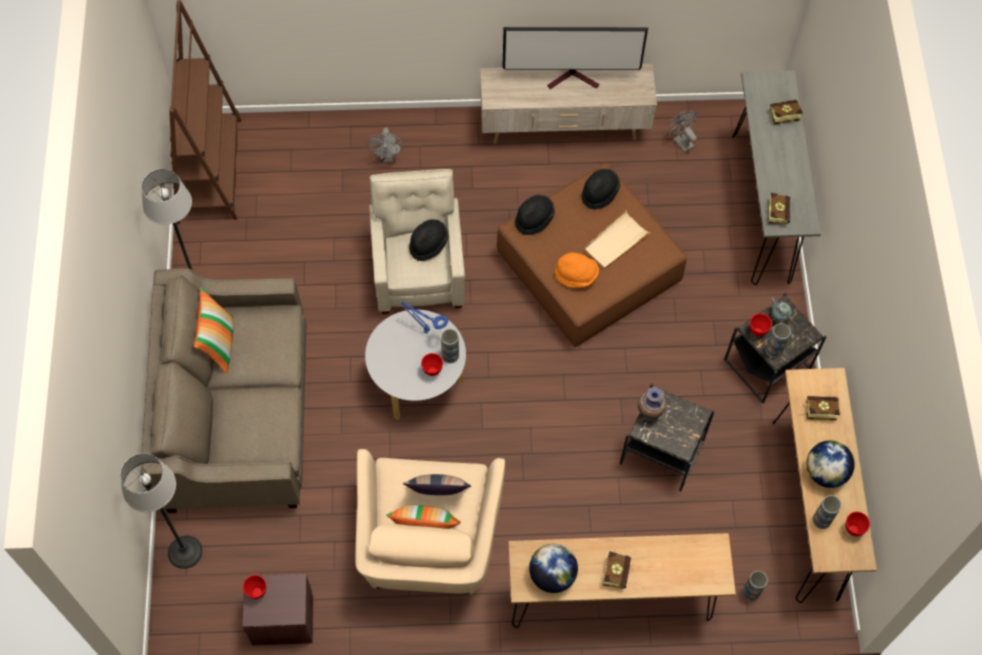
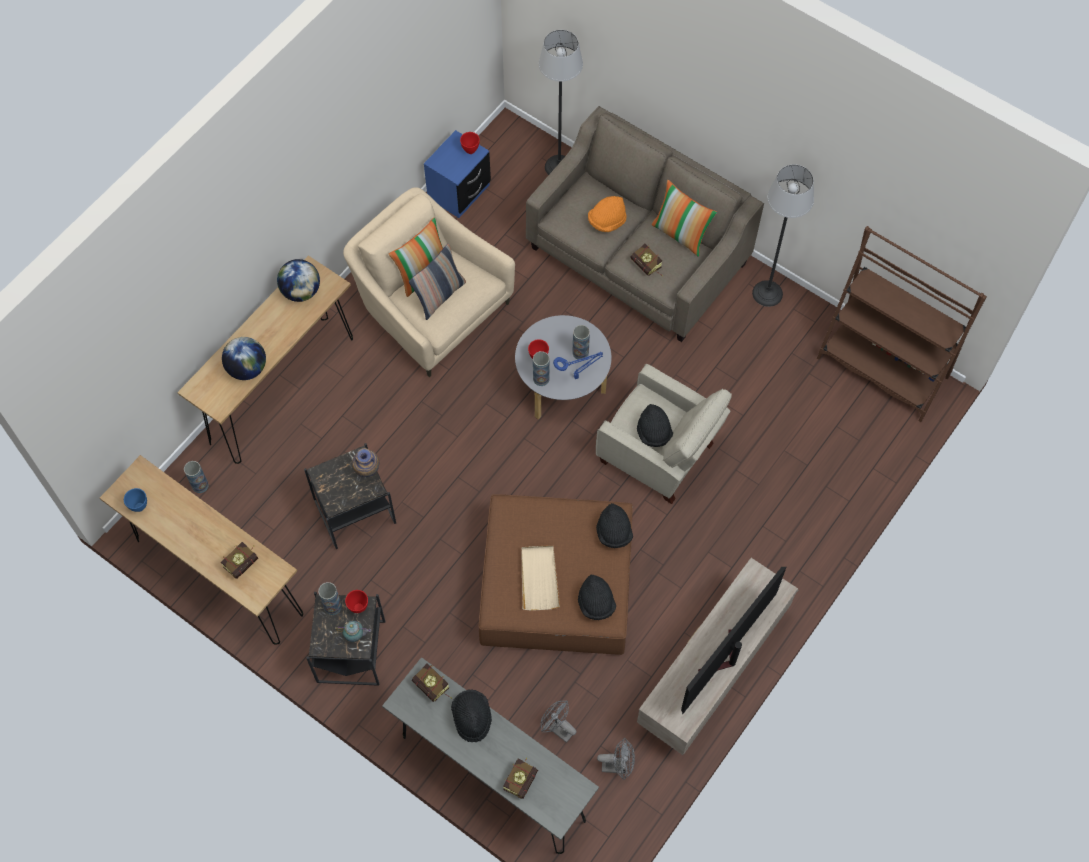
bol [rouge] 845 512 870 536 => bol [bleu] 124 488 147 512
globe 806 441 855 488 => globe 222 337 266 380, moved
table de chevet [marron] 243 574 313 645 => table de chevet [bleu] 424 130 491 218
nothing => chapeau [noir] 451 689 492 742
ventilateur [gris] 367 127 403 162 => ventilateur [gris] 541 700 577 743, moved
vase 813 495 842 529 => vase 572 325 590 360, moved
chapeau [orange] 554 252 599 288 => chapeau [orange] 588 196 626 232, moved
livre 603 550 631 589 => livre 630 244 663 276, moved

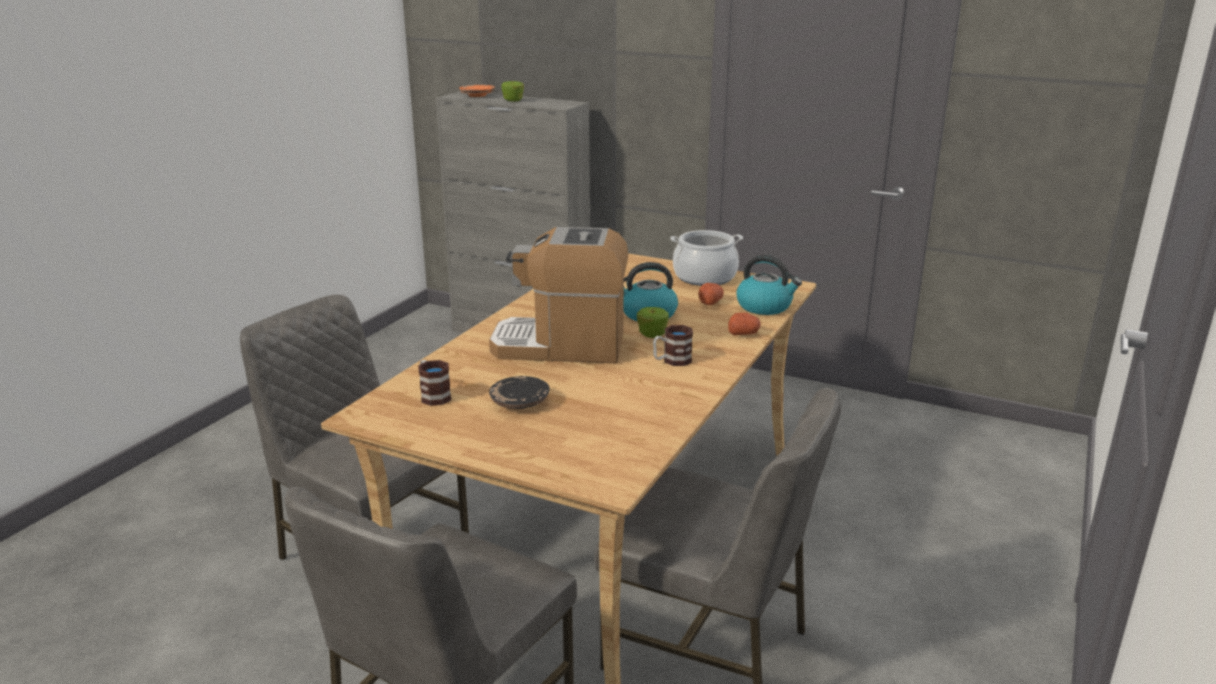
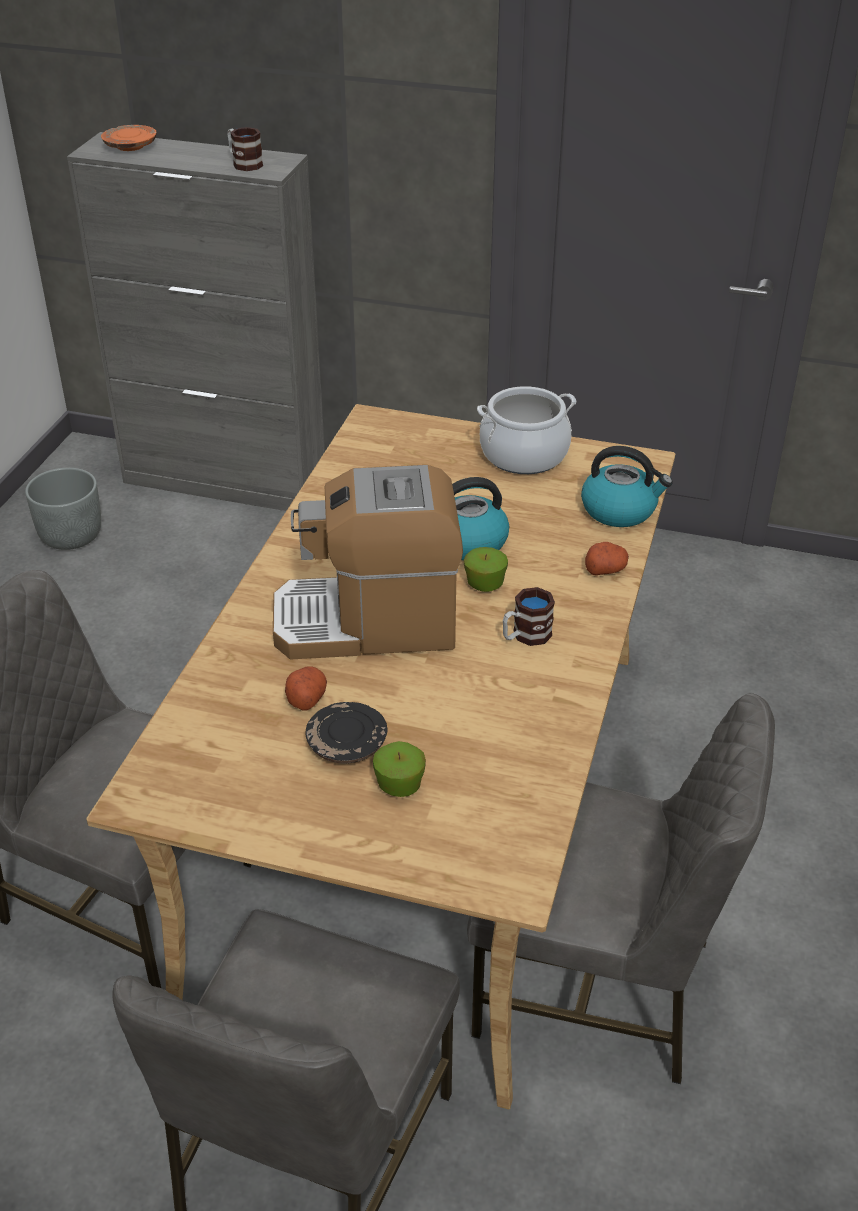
nothing => cache-pot [gris] 25 468 101 550
mug 418 360 451 406 => mug 228 127 263 171, moved
pomme de terre 698 283 724 305 => pomme de terre 285 666 327 711, moved
pomme 501 80 524 101 => pomme 373 741 426 797, moved

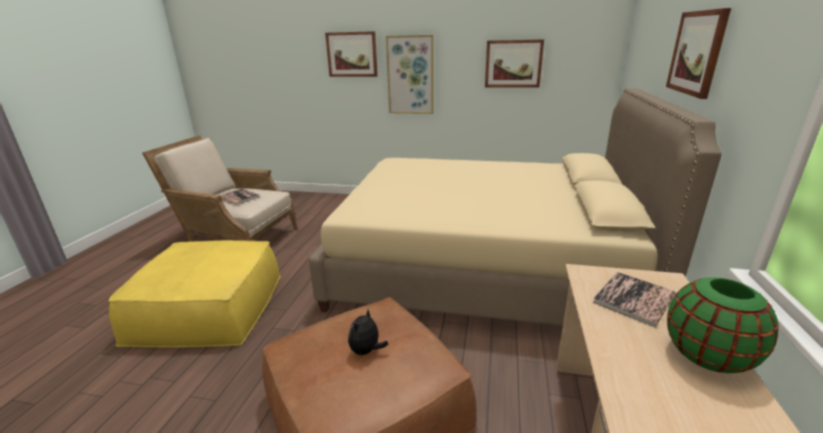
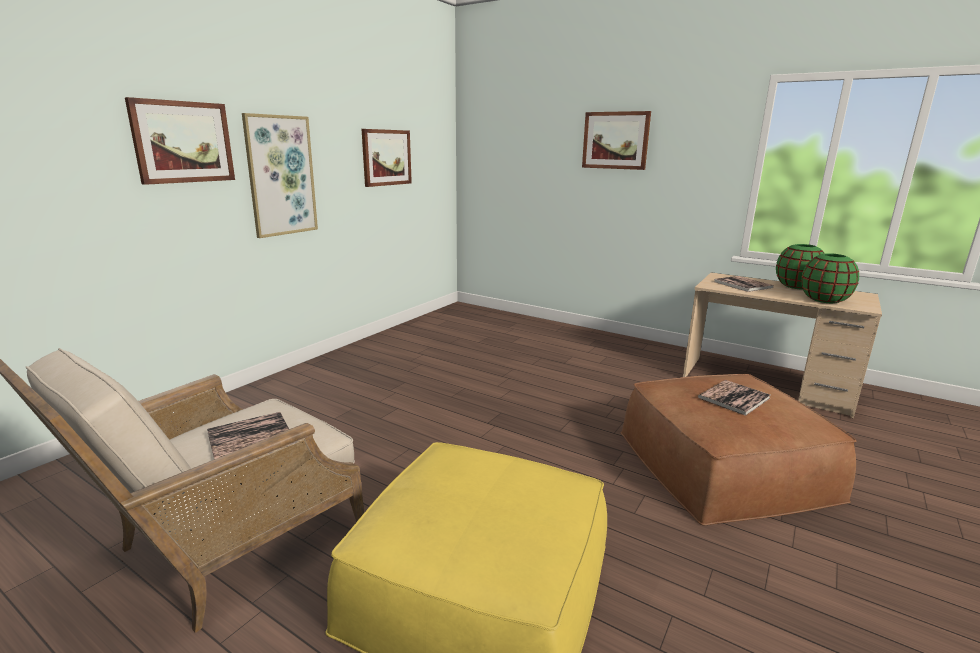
peluche 348 309 388 357 => livre 698 380 770 416
nothing => vase [vert] 801 253 859 303
lit [beige] 309 88 722 326 => nothing

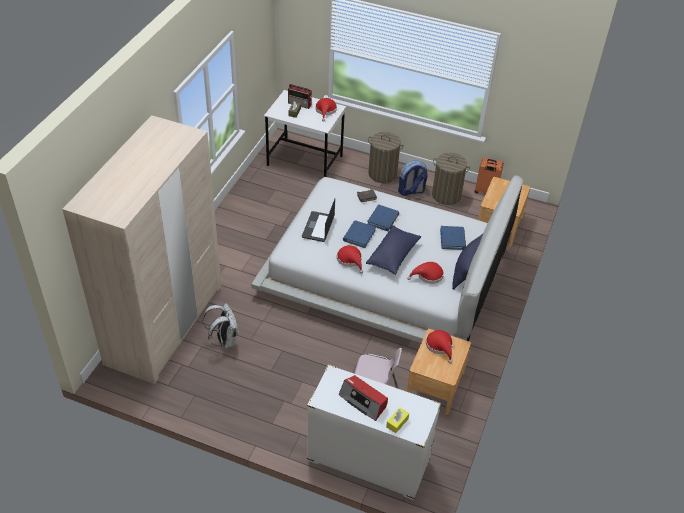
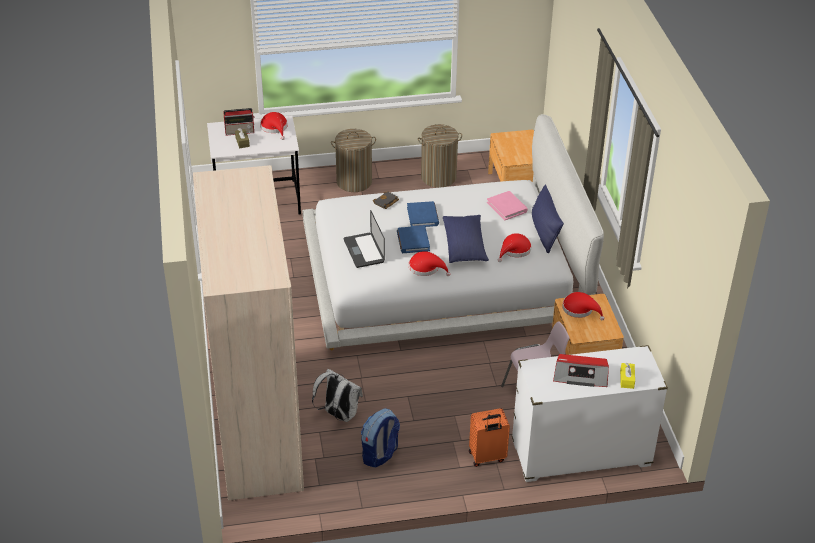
sac à dos 398 161 427 196 => sac à dos 361 408 400 468, moved
valise [orange] 474 158 504 193 => valise [orange] 469 408 510 467, moved
livre [bleu] 440 226 466 250 => livre [rose] 487 191 528 220

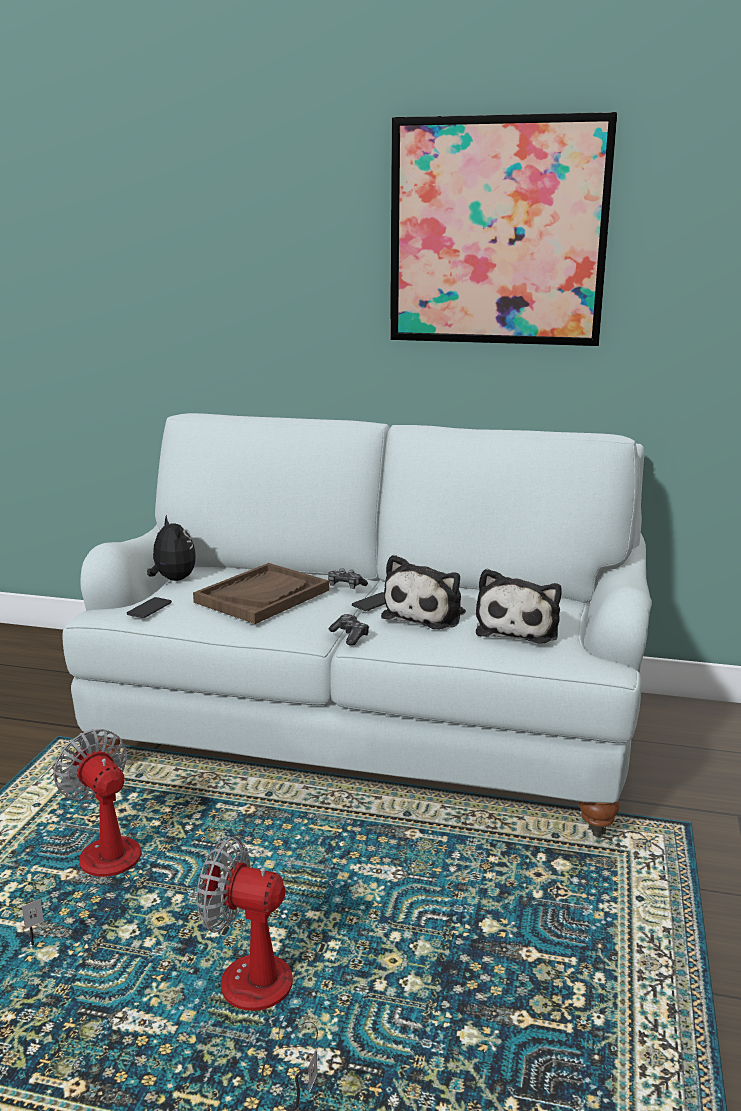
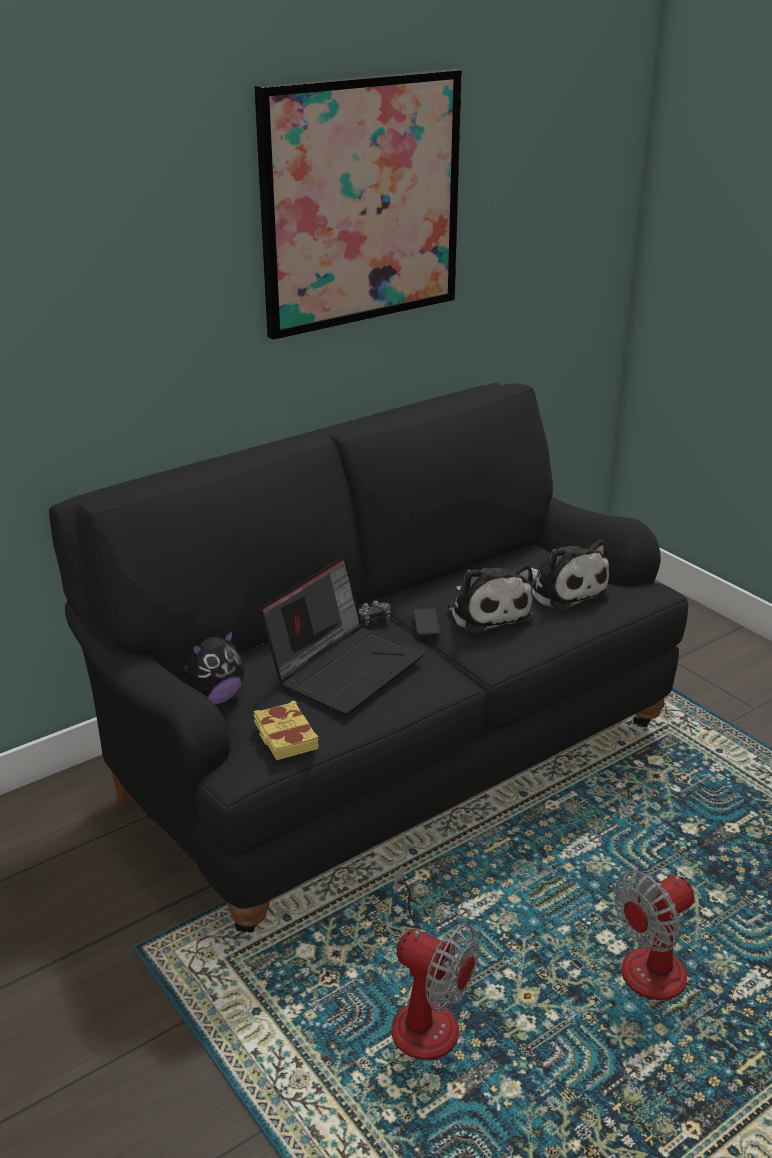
canapé [blanc] 62 413 652 837 => canapé [noir] 49 383 688 933
peluche 147 515 196 581 => peluche 182 629 245 704, 135 degrees clockwise
téléphone 127 597 172 618 => livre [jaune] 254 700 319 760
plateau [marron] 193 563 329 624 => ordinateur portable 260 556 424 715
ventilateur 22 729 141 946 => ventilateur 381 865 479 1060, 150 degrees counterclockwise
manette 329 614 369 646 => nothing

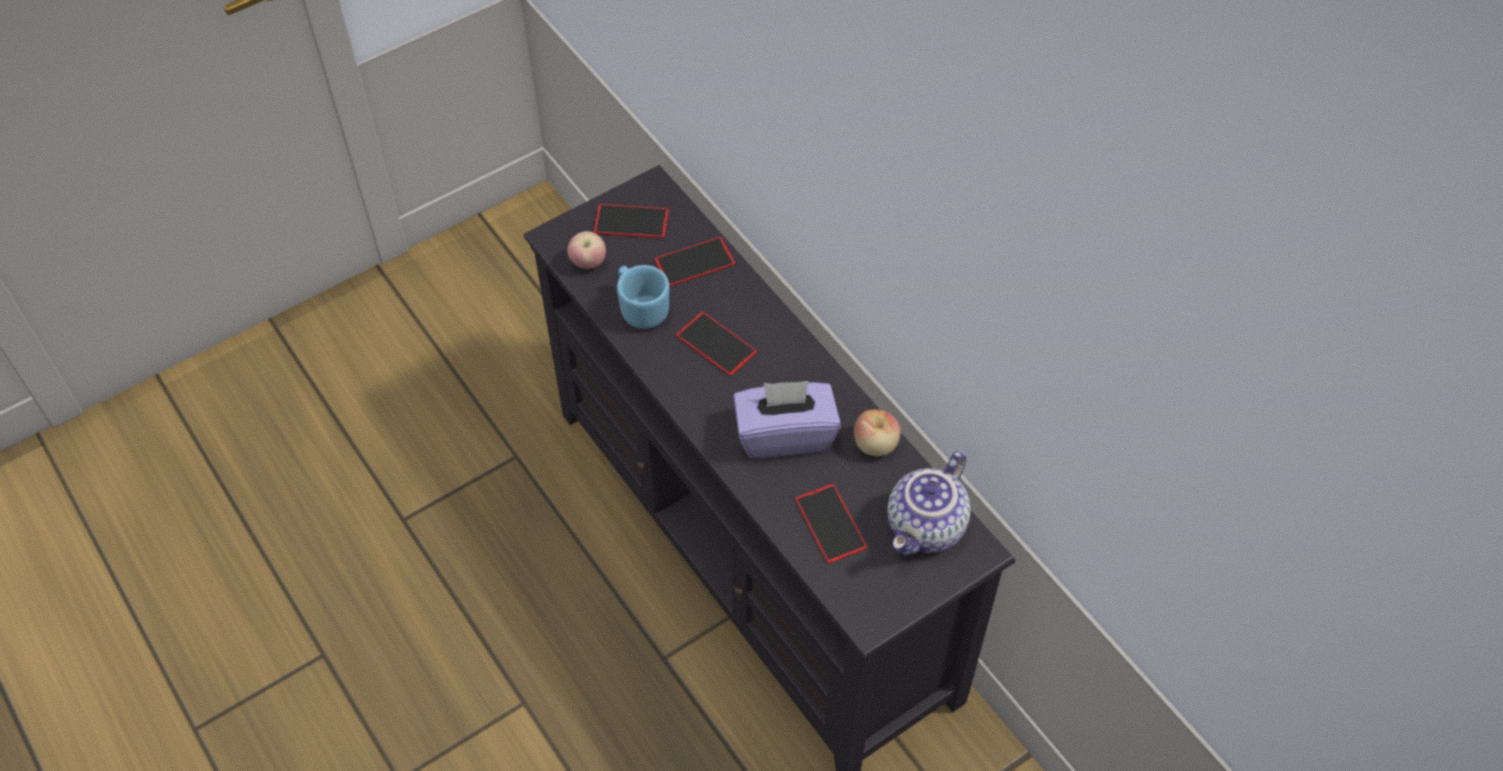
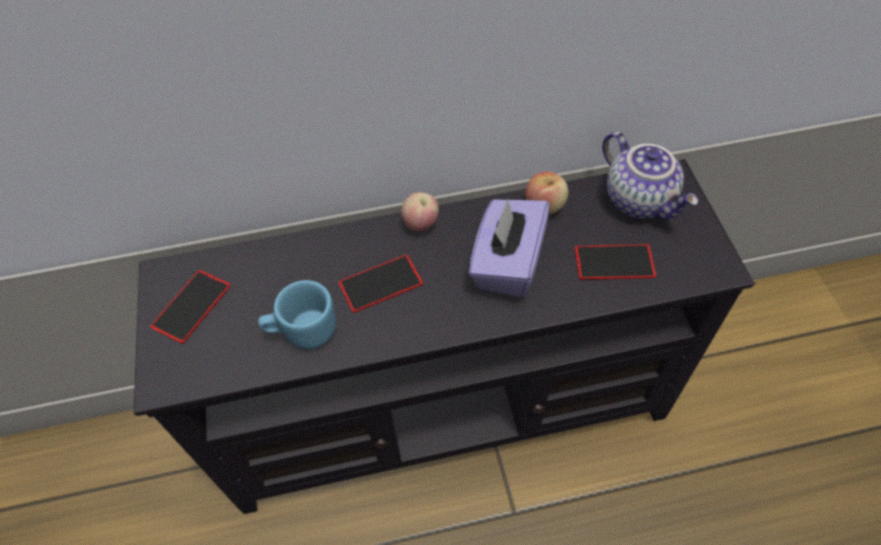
pomme 567 231 606 269 => pomme 401 192 439 231, moved
téléphone 655 237 735 286 => nothing

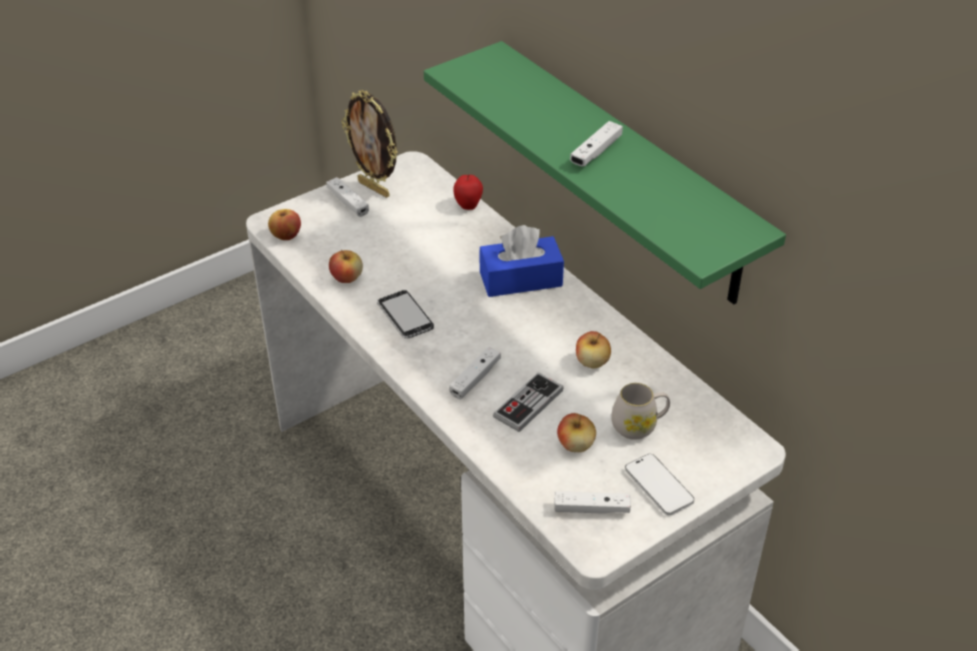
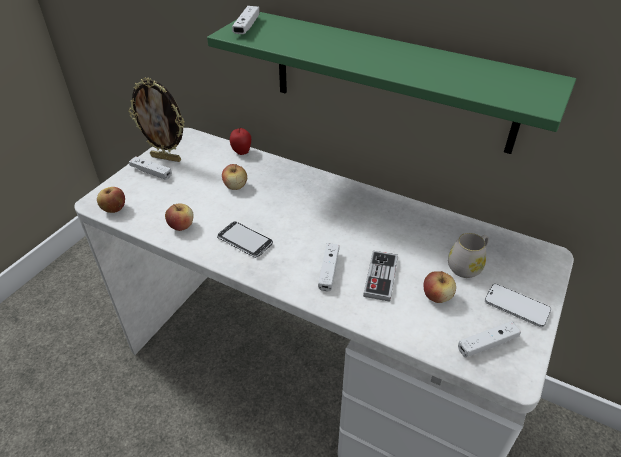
pomme 576 331 611 369 => pomme 222 164 247 190, moved
manette [blanc] 570 121 623 167 => manette [blanc] 232 6 259 34, moved
boîte à mouchoirs [bleu] 479 225 564 297 => nothing

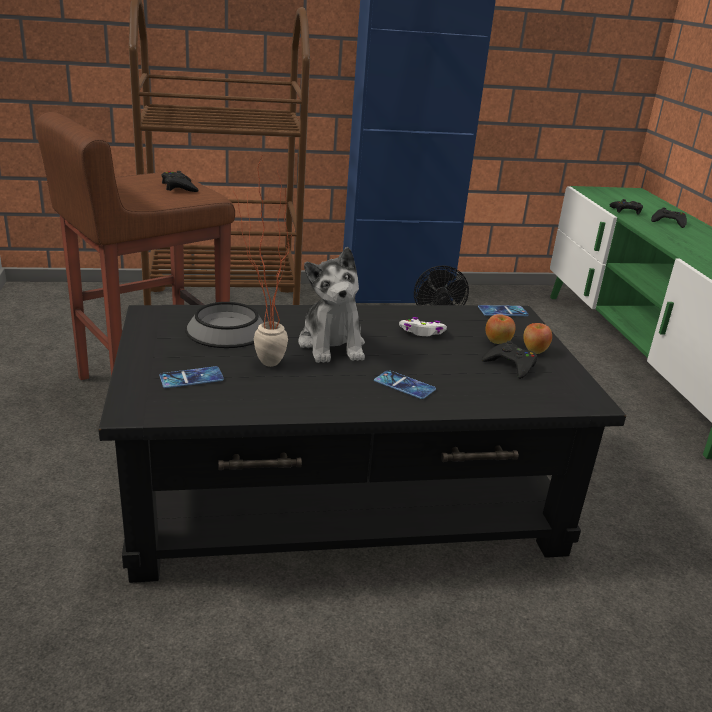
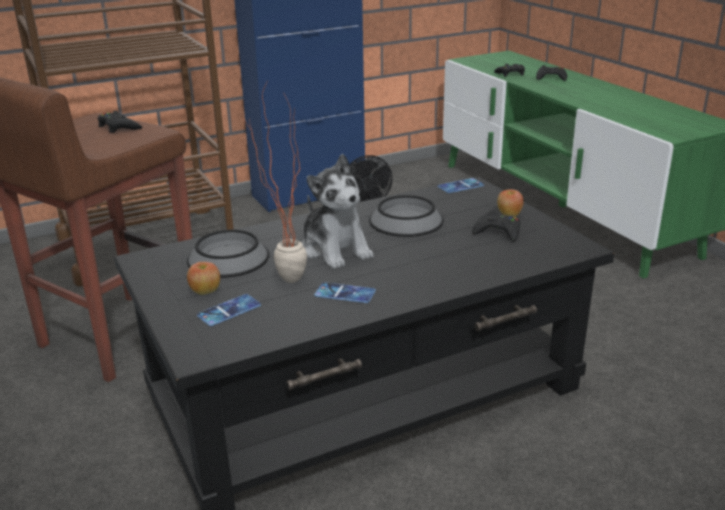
pomme 485 314 515 344 => pomme 187 262 220 295, moved
téléphone 374 370 436 399 => téléphone 314 282 376 303, moved
manette [blanc] 399 317 447 336 => bol 369 195 444 237

